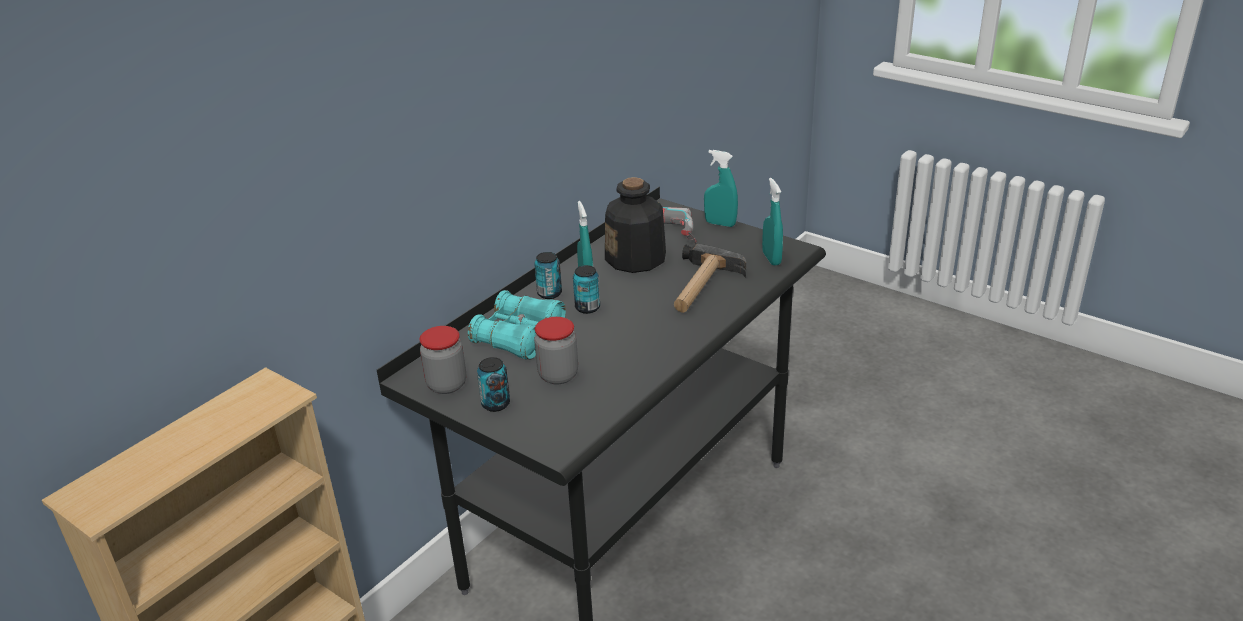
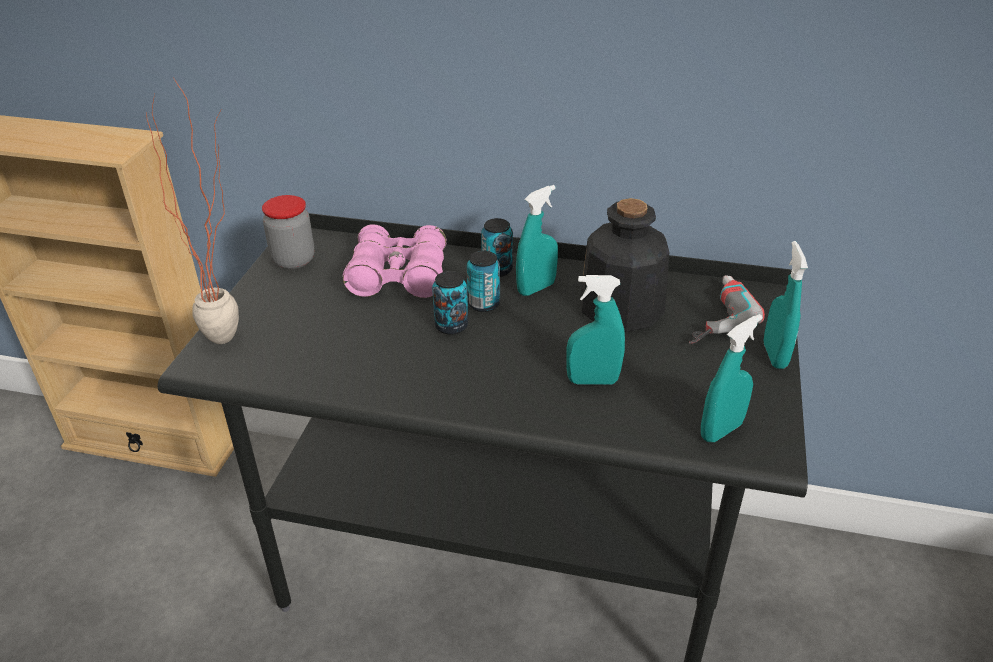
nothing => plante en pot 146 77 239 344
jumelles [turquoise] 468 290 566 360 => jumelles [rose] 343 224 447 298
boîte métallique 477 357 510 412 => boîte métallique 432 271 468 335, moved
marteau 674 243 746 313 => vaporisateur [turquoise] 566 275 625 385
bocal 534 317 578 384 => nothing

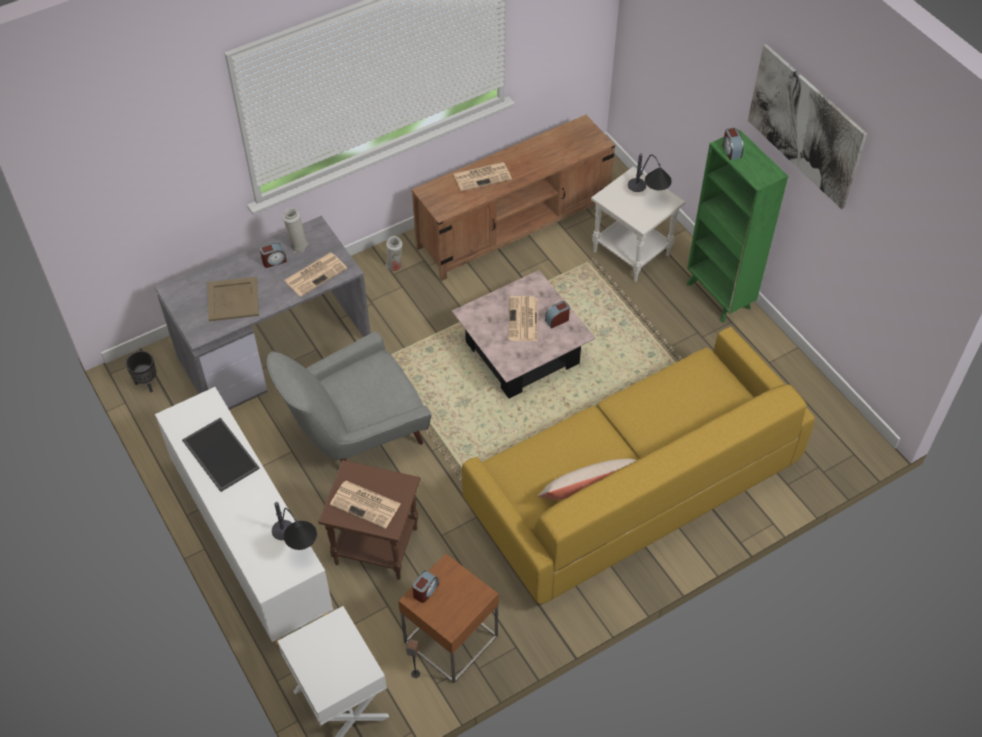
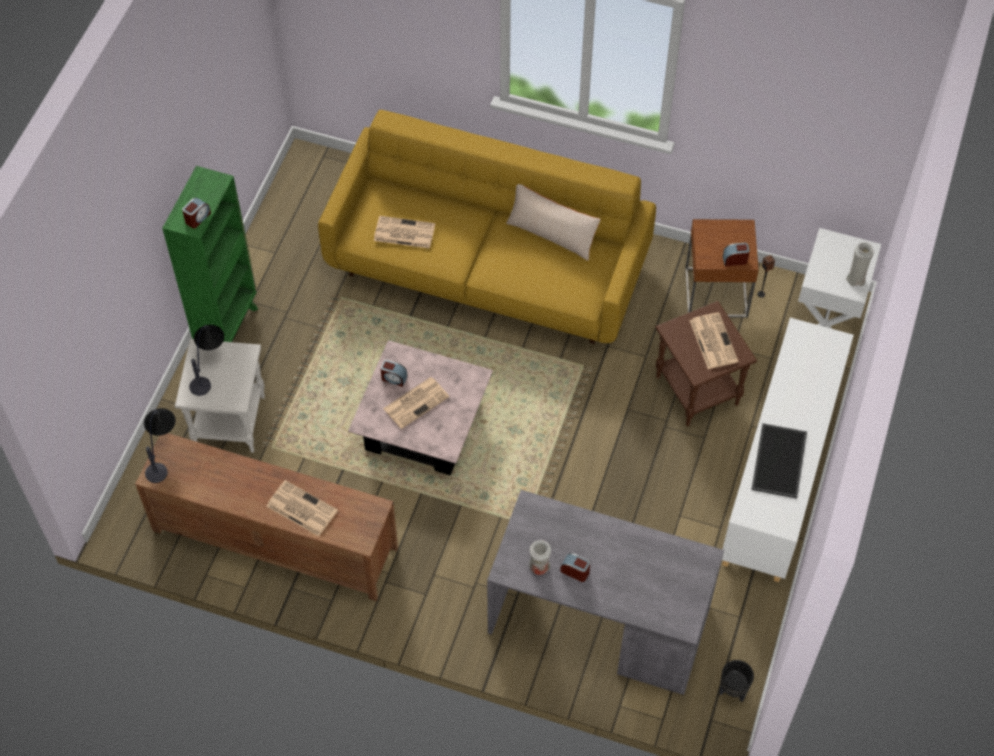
lampe de table 272 502 317 550 => lampe de table 144 408 176 483, moved
journal 284 253 347 297 => journal 374 216 435 249, moved
vase [blanc] 386 236 403 271 => vase [blanc] 846 242 874 286, moved
plateau [beige] 208 277 259 321 => nothing
fauteuil [gris] 267 332 432 462 => nothing
tableau 748 44 867 209 => nothing

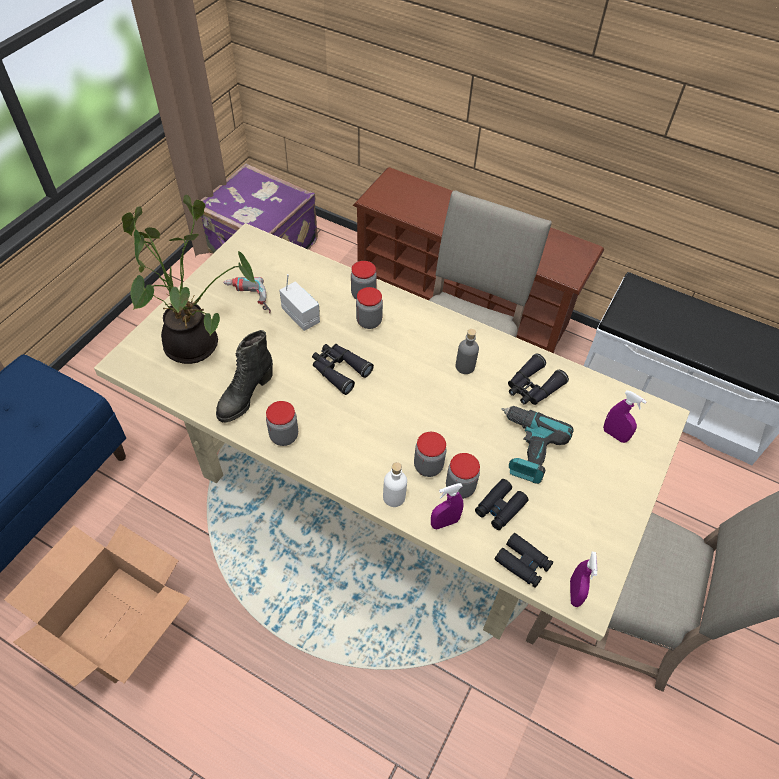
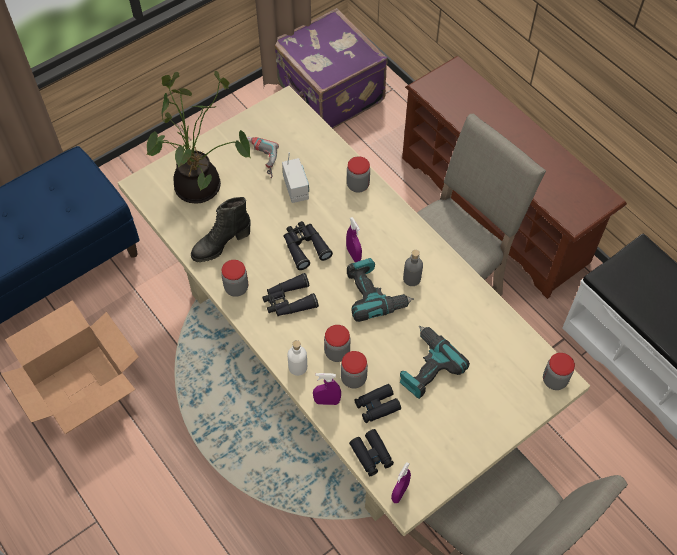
jumelles [noir] 508 354 569 405 => jumelles [noir] 263 273 319 316, moved
vaporisateur [violet] 603 390 647 443 => vaporisateur [violet] 346 217 362 262, moved
nothing => perceuse 347 258 414 322
bocal 356 287 383 329 => bocal 543 353 575 390, moved

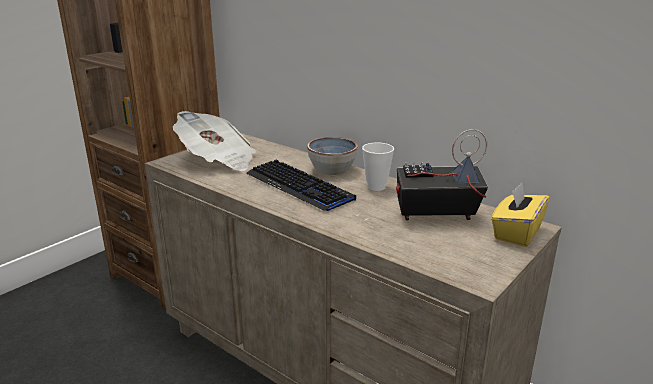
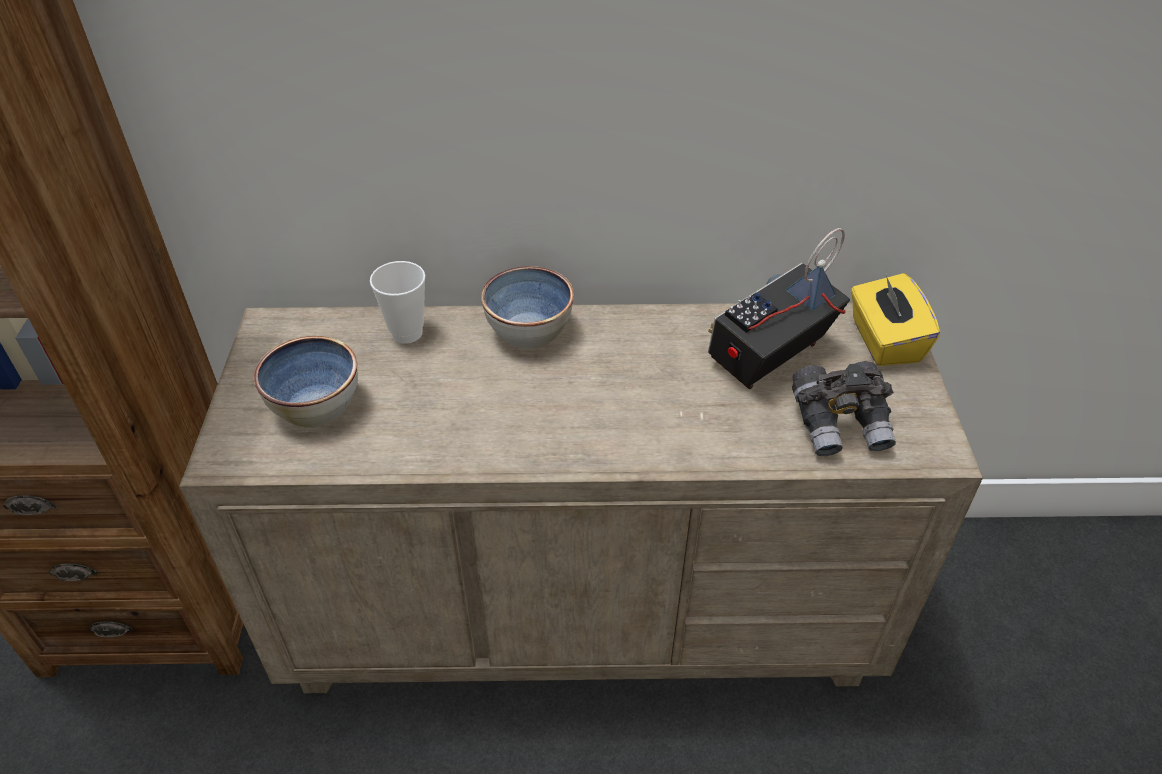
journal 173 111 256 171 => bol 254 336 358 427
tasse 362 142 394 191 => tasse 370 261 426 344, moved
nothing => jumelles [gris] 792 361 896 456
clavier 246 159 356 211 => nothing

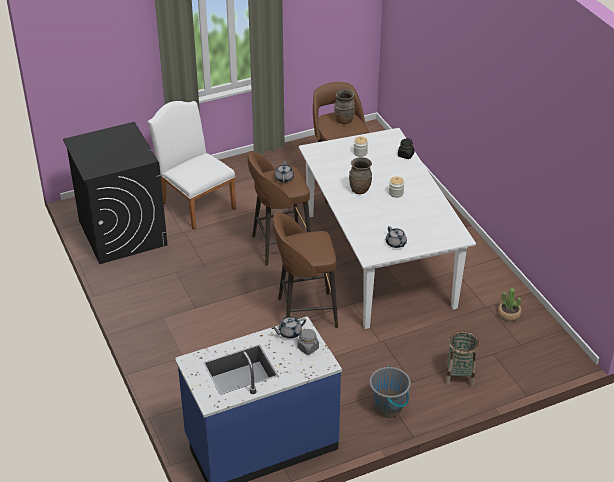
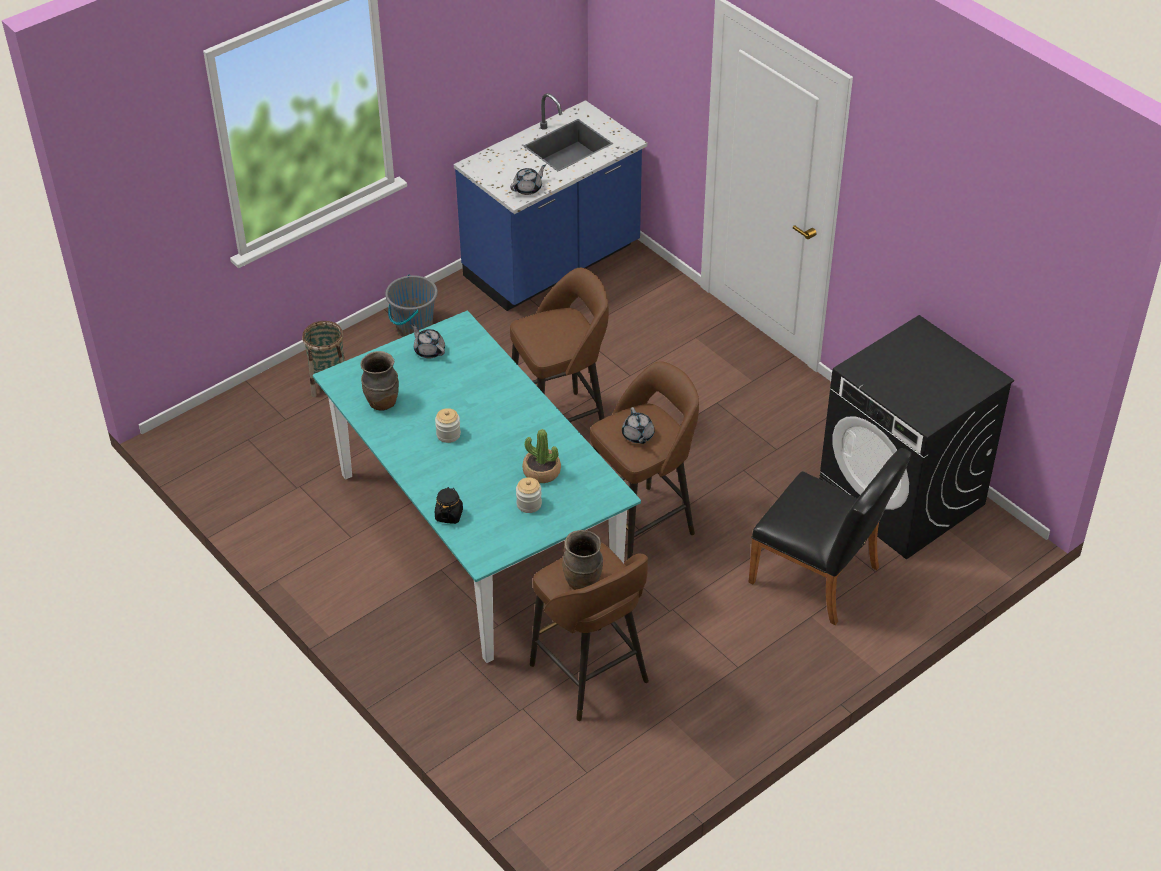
table à manger [blanc] 299 128 476 329 => table à manger [turquoise] 313 311 641 663
vase [marron] 349 157 372 194 => vase [marron] 360 351 399 411, moved
plante en pot 498 288 521 321 => plante en pot 522 429 561 483, moved
chaise [blanc] 148 101 236 230 => chaise [noir] 748 448 912 625
bocal [gris] 297 329 319 355 => nothing

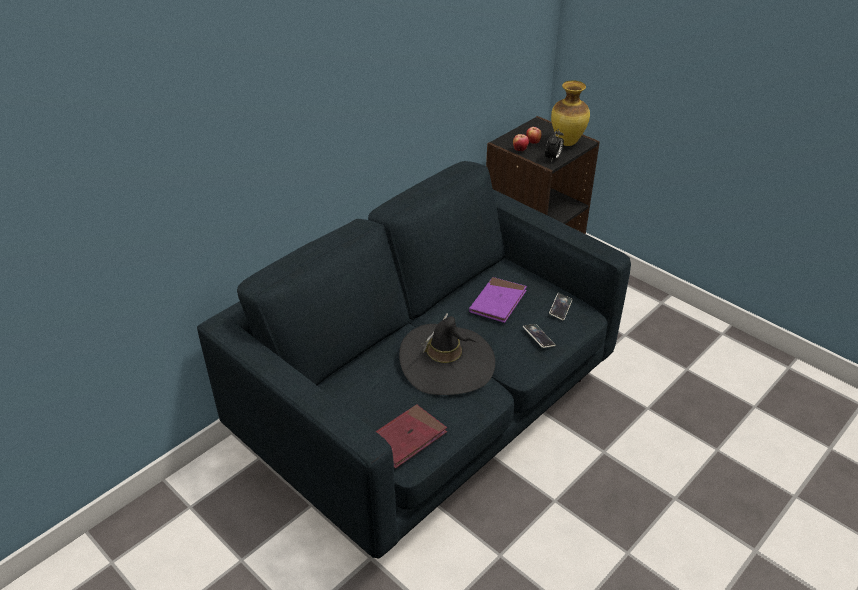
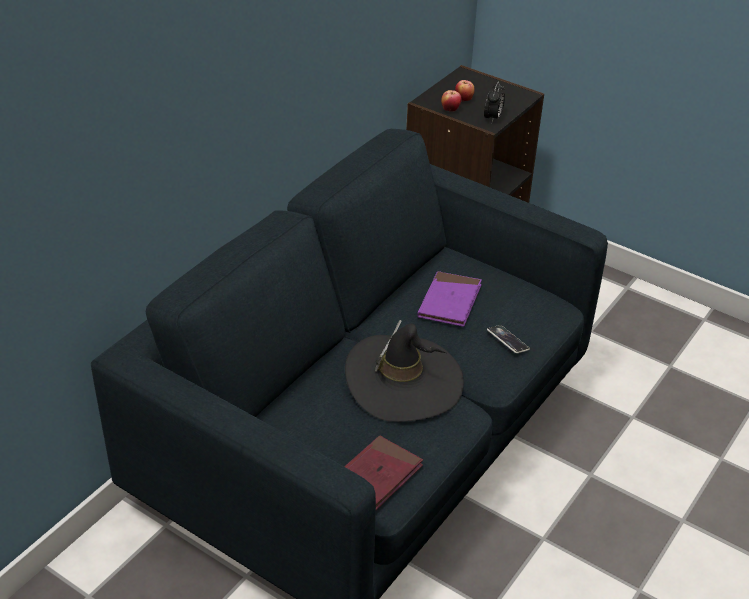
téléphone 549 293 572 320 => nothing
vase 551 81 590 146 => nothing

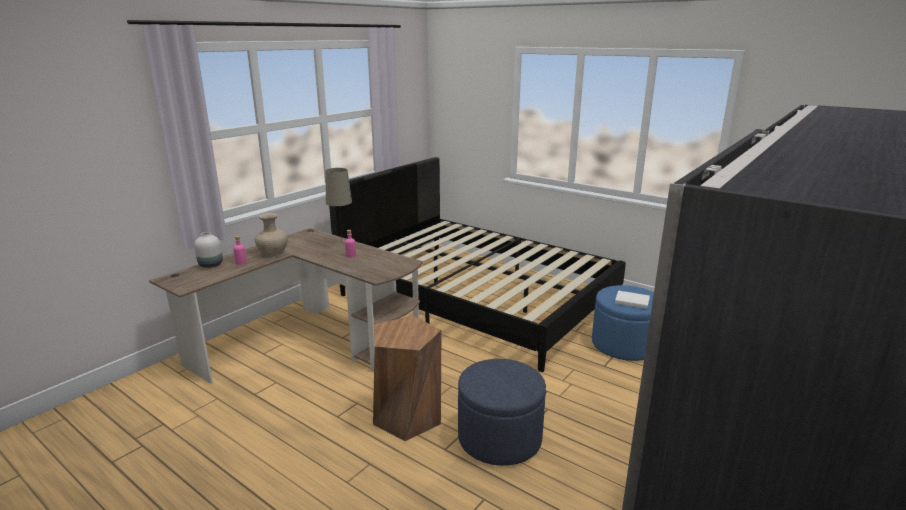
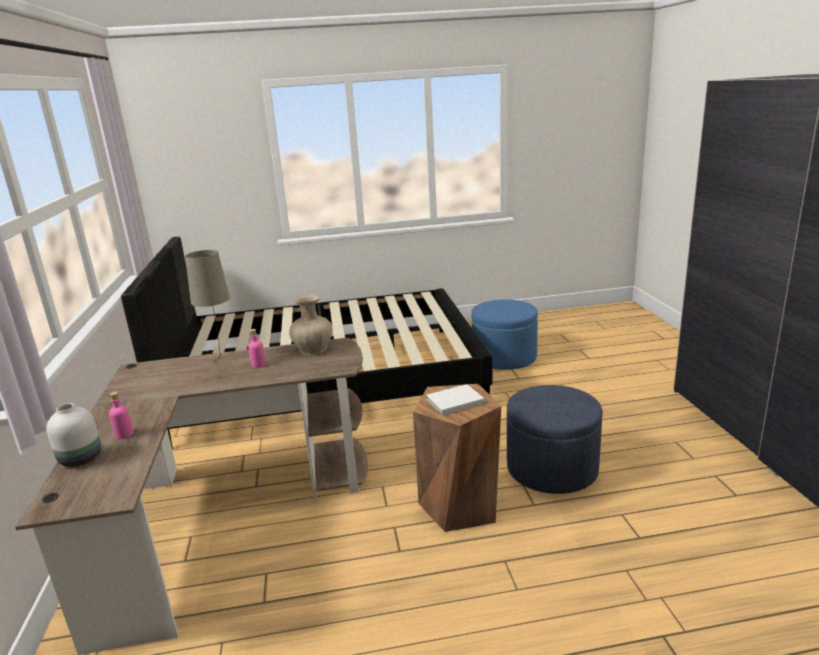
vase [beige] 255 213 288 258 => vase [beige] 289 294 332 355, moved
livre [blanc] 615 291 650 309 => livre [blanc] 426 384 484 415, moved

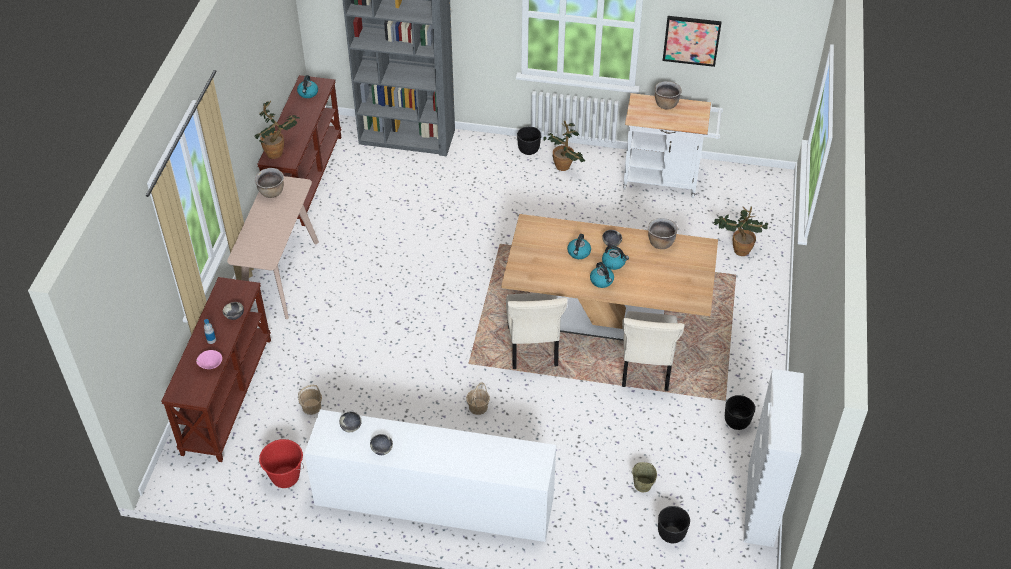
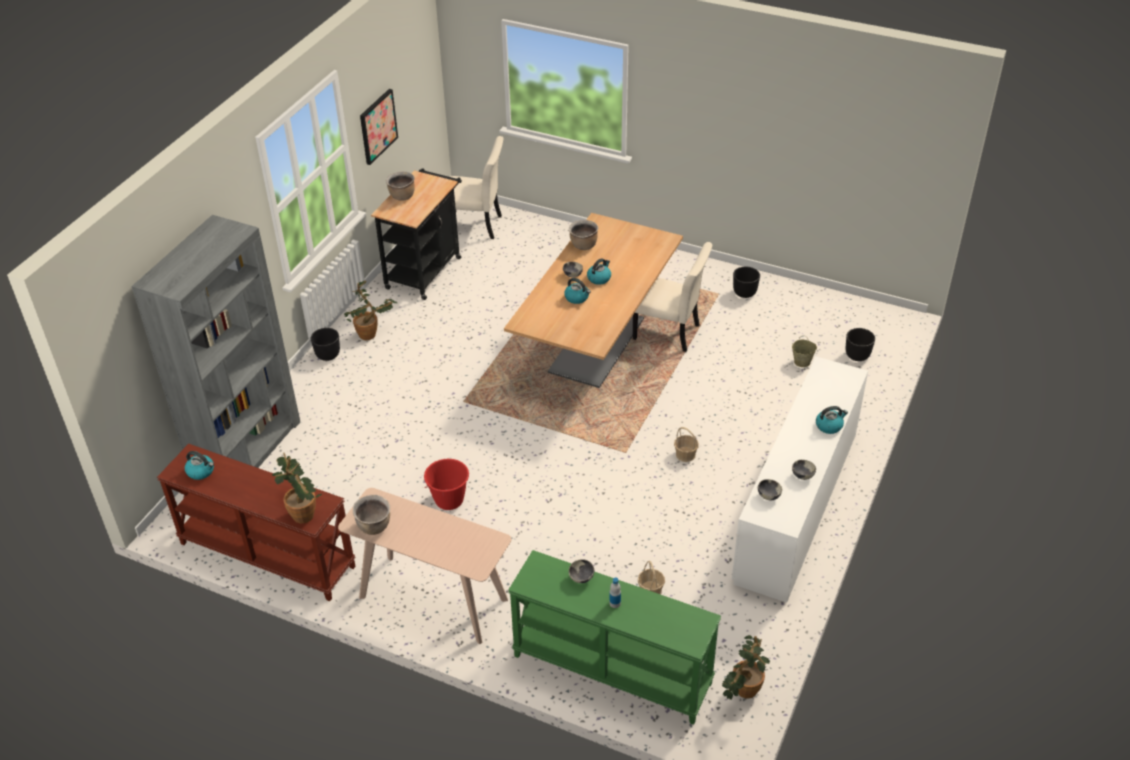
chariot [blanc] 623 93 723 198 => chariot [noir] 371 168 462 300
seau [rouge] 259 439 304 488 => seau [rouge] 424 459 469 510, moved
chaise [beige] 506 293 568 369 => chaise [beige] 450 136 503 239, moved
table console [marron] 161 277 271 462 => table console [vert] 508 550 721 725
plante en pot 713 206 768 256 => plante en pot 722 635 770 700, moved
bouilloire 590 262 614 288 => bouilloire 816 406 848 434, moved
bol [rose] 196 350 222 369 => nothing
meuble de rangement [blanc] 744 369 804 547 => nothing

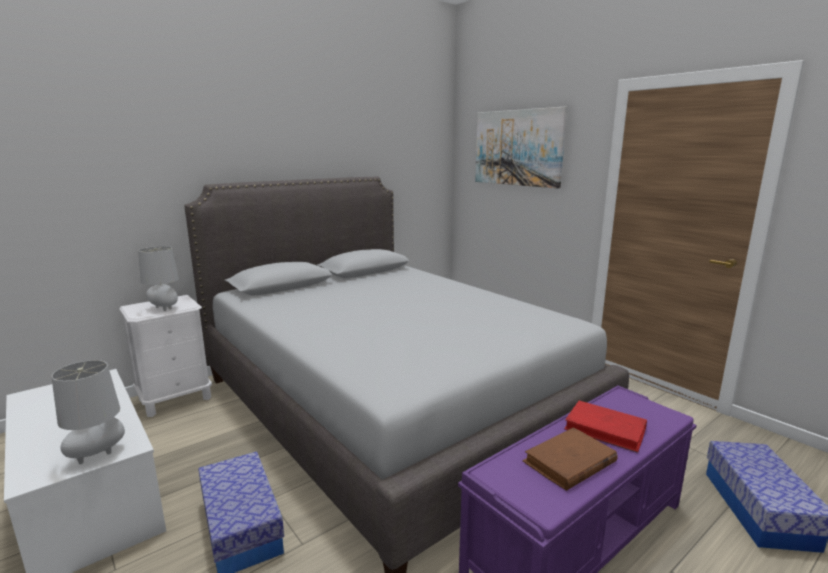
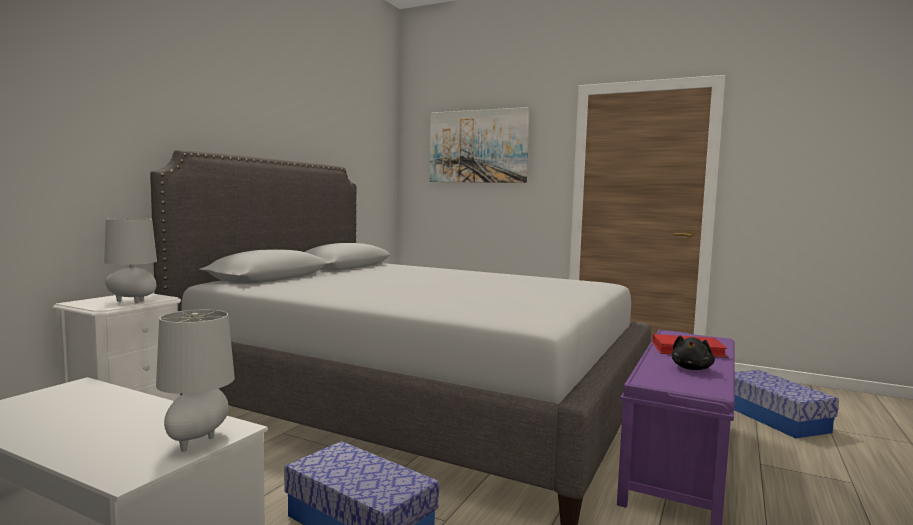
livre [marron] 523 427 618 491 => peluche [noir] 672 335 715 370

